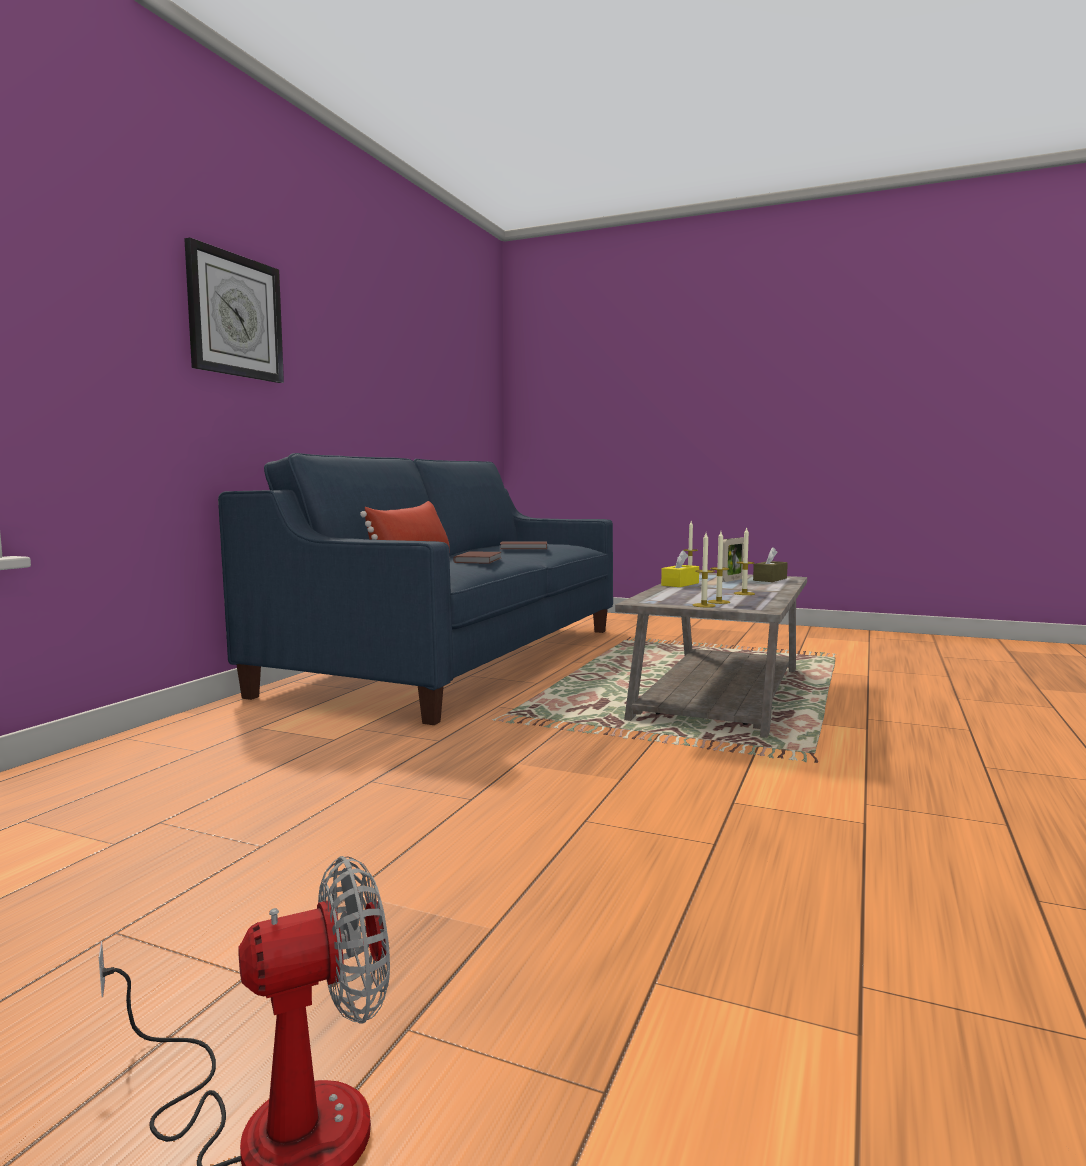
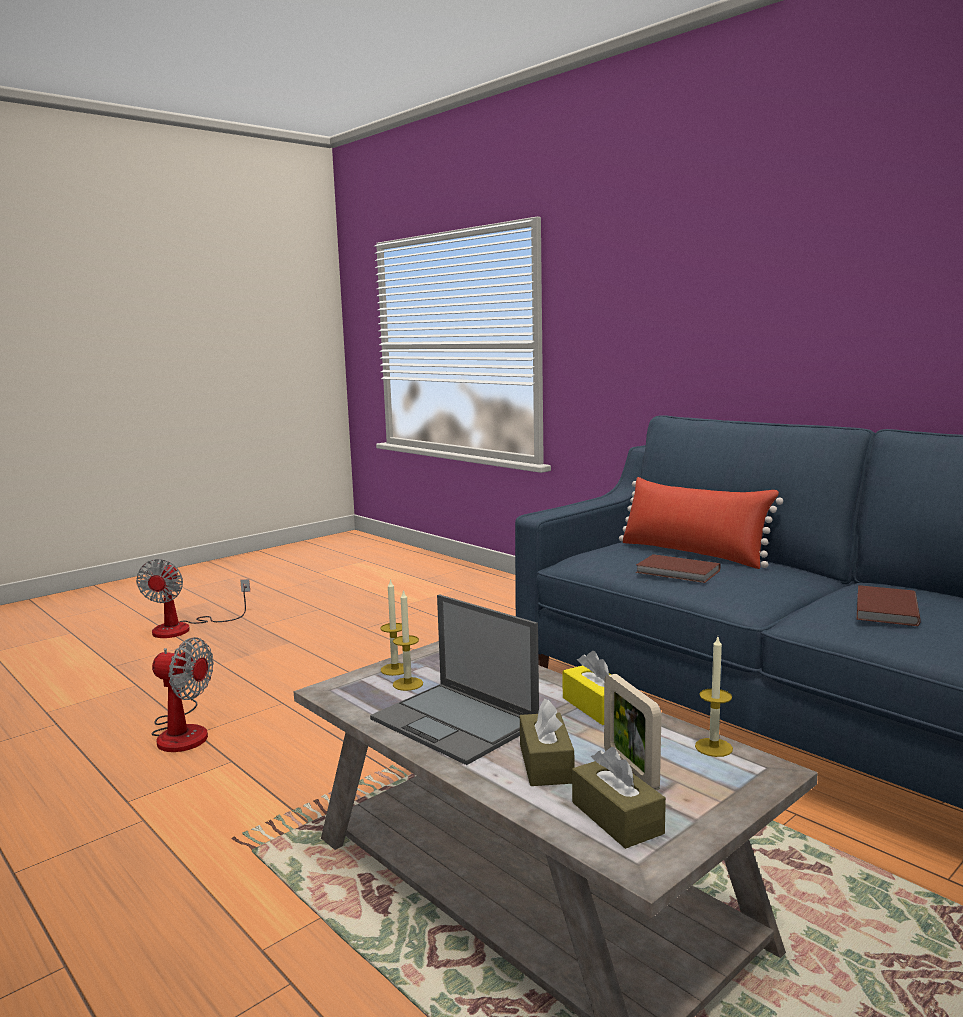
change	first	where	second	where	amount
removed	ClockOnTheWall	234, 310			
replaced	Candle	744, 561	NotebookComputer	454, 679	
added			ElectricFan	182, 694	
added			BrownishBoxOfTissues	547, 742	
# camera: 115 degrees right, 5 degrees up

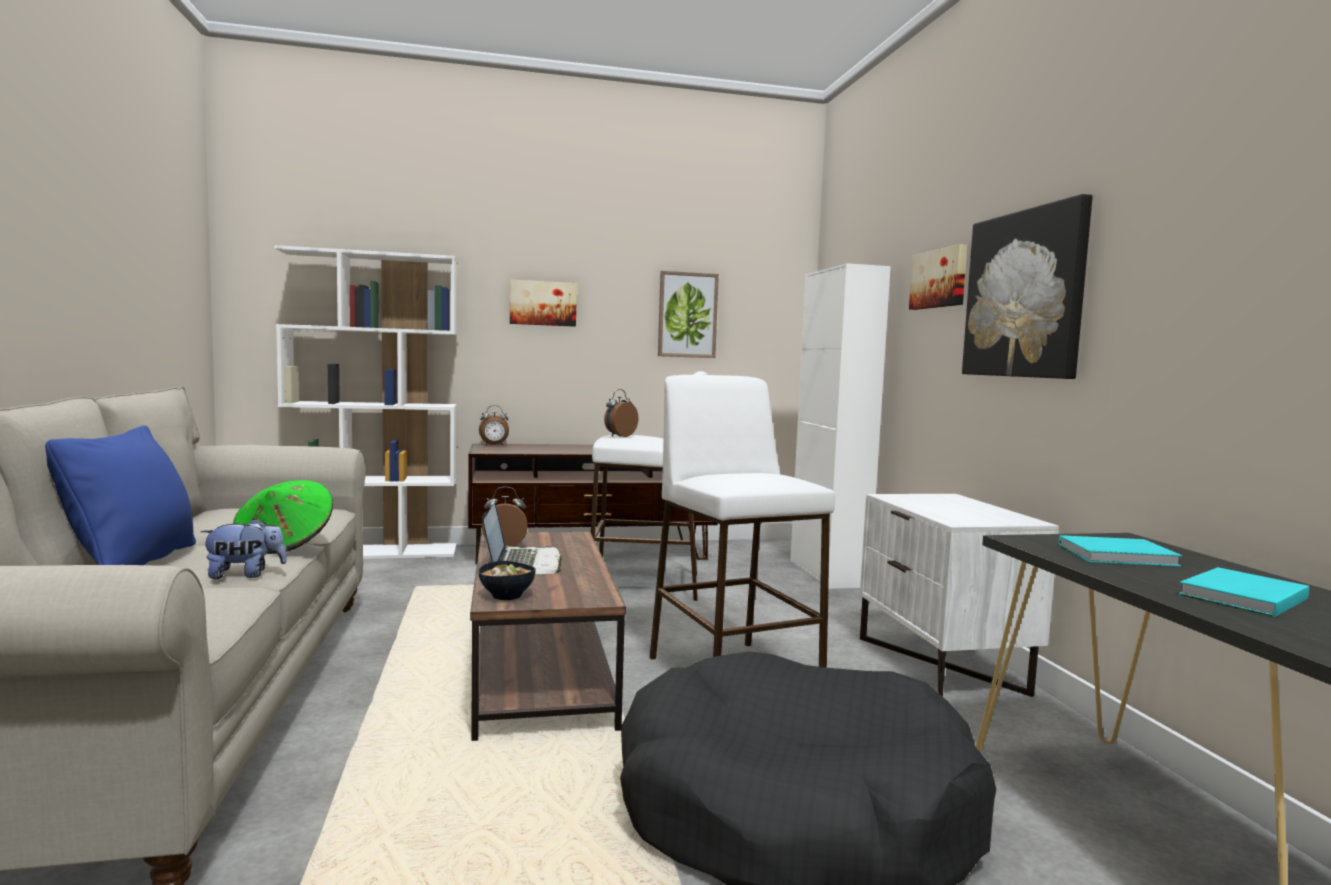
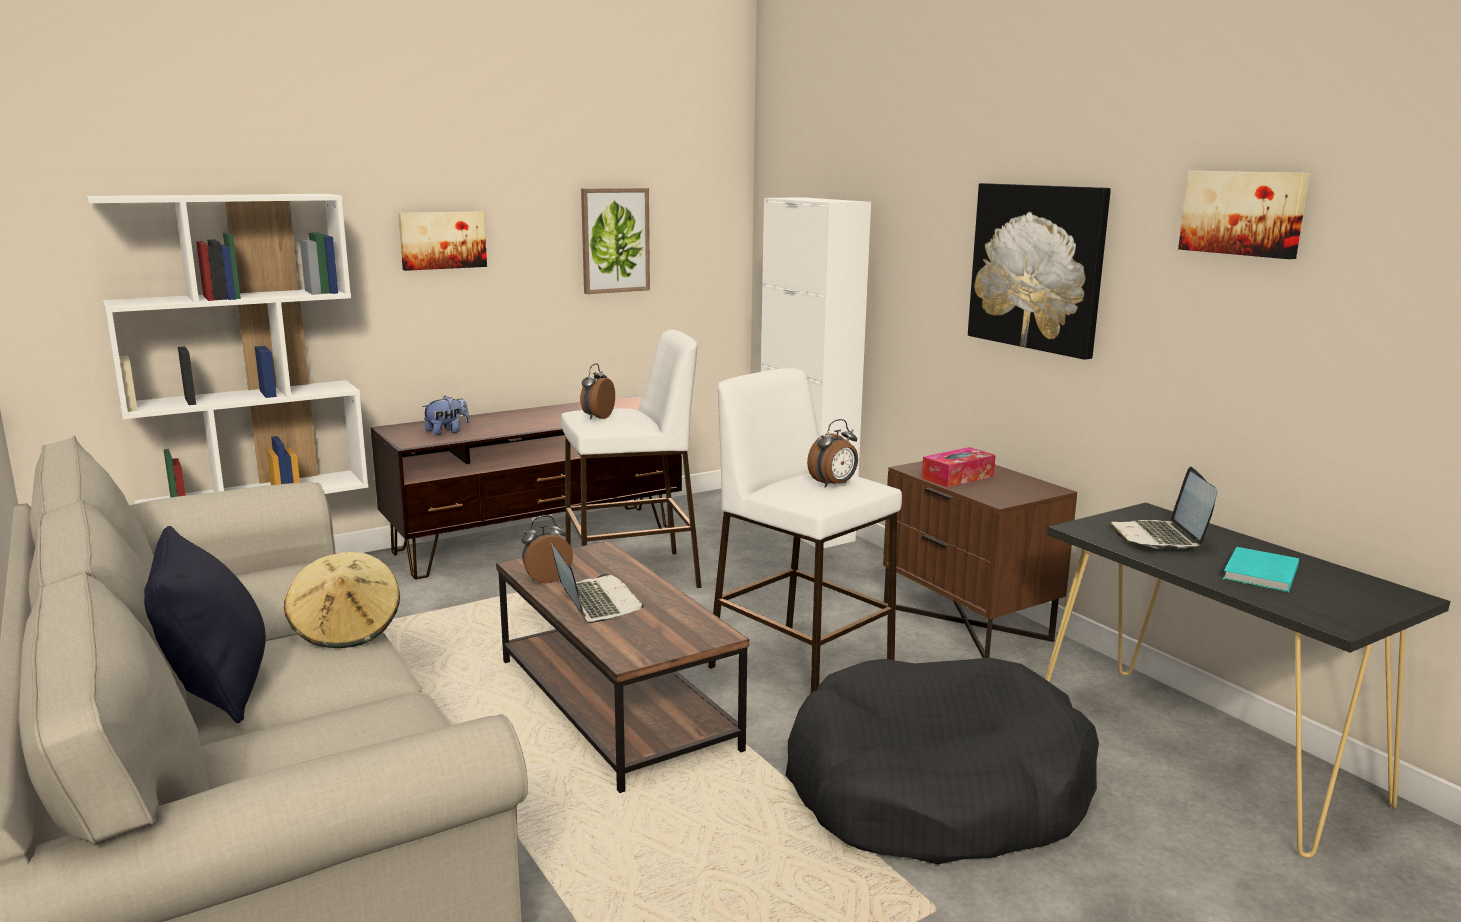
change	first	where	second	where	amount
moved	Picture	938, 277		1244, 215	
moved	BedsideClock	494, 425		832, 453	
recoloured	BlueColouredPillow	120, 495	BlackColouredPillow	205, 624	
recoloured	GreenColouredWearableHat	283, 517	SandColouredWearableHat	342, 600	
recoloured	WhiteColouredNightstand	959, 595	BrownishNightstand	980, 559	
moved	SoftToy	243, 548		446, 415	
replaced	BlueGreenBook	1120, 551	NotebookComputer	1162, 508	
removed	DeepDish	507, 580			
added			BoxOfTissues	959, 467	
# camera: 20 degrees left, 10 degrees up

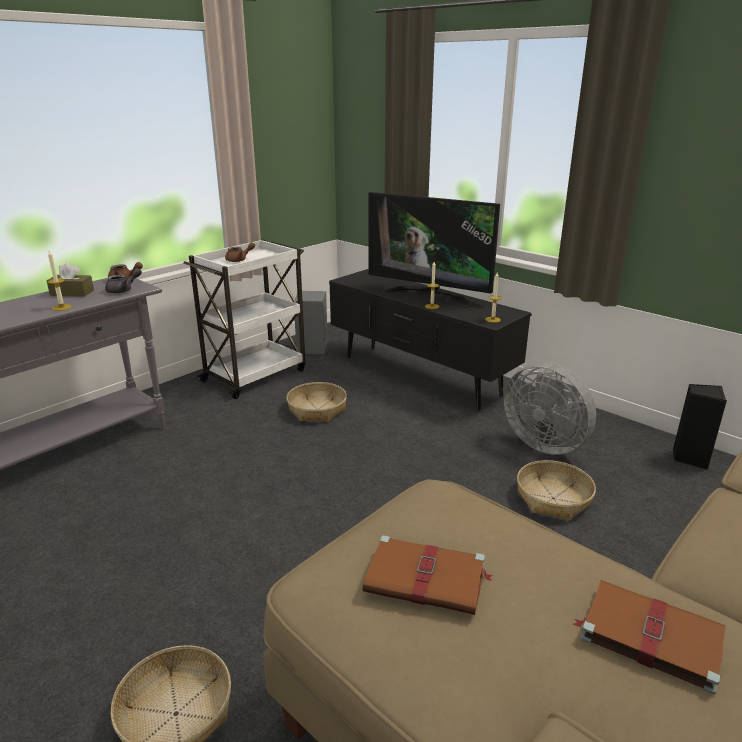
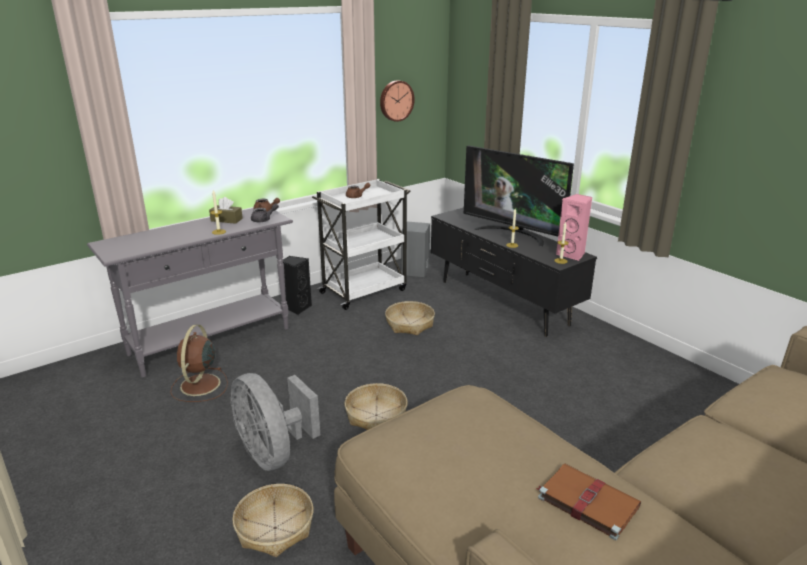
change	first	where	second	where	amount
moved	GreyElectricFan	550, 408		275, 422	
moved	BlackColouredAudioSpeaker	700, 427		297, 285	
moved	StorageBasket	556, 490		376, 406	
removed	BrownishBook	427, 575			
added			ClockOnTheWall	397, 101	
added			PinkishAudioSpeaker	574, 227	
added			BrownishElectricFan	199, 363	
# camera: 10 degrees right, 0 degrees up

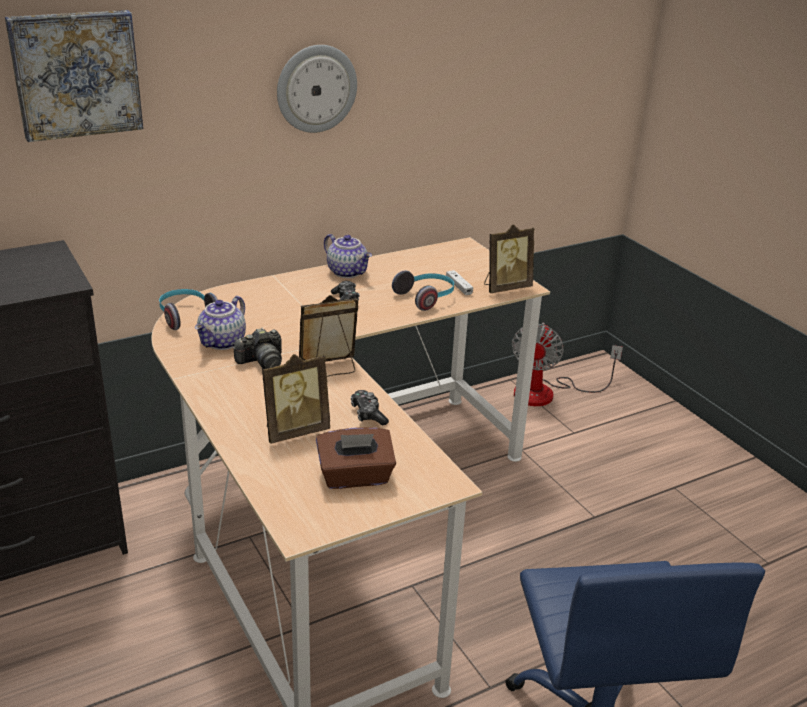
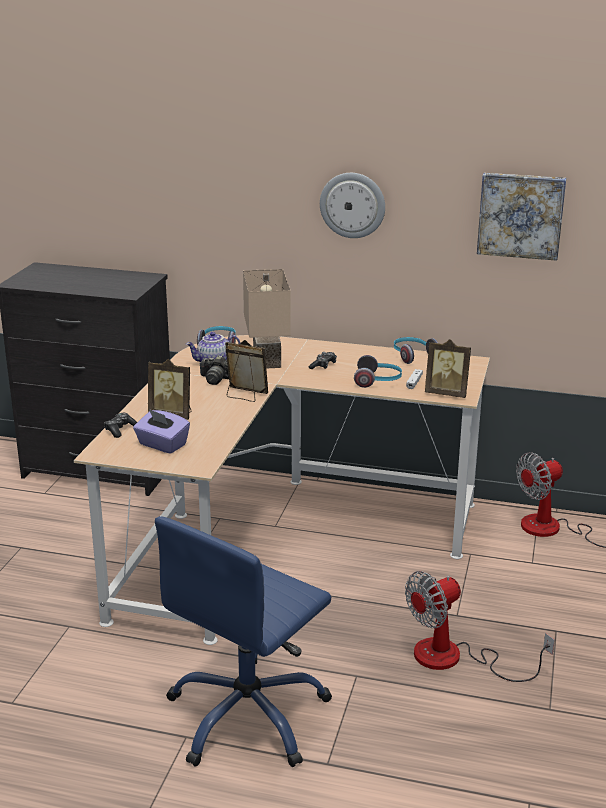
change	first	where	second	where	amount
moved	Picture	74, 76		521, 217	
removed	Teapot	348, 256			
moved	Gamepad	370, 408		120, 425	
recoloured	BrownishBoxOfTissues	356, 458	PurplishBoxOfTissues	161, 431	
added			SandColouredTableLamp	267, 319	
added			Headset	416, 350	
added			ElectricFan	480, 626	
# camera: 45 degrees right, 5 degrees down

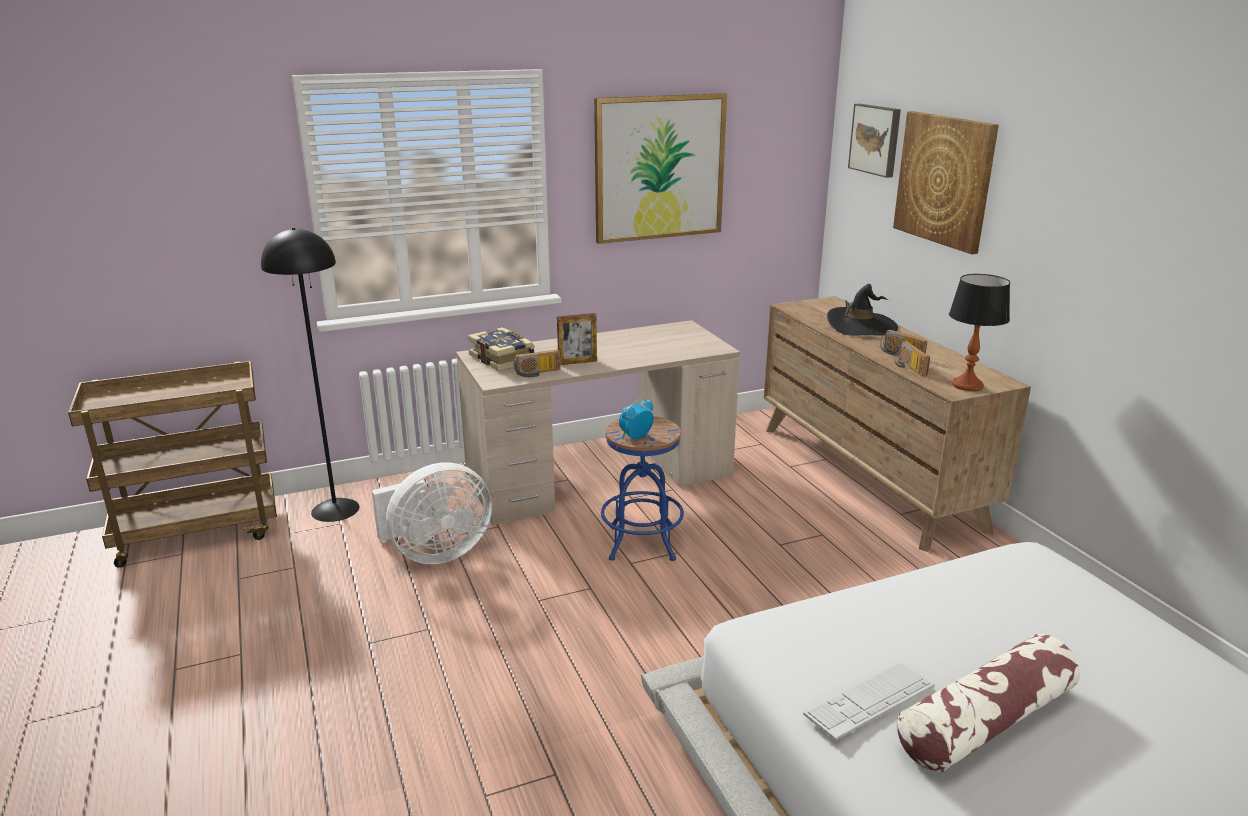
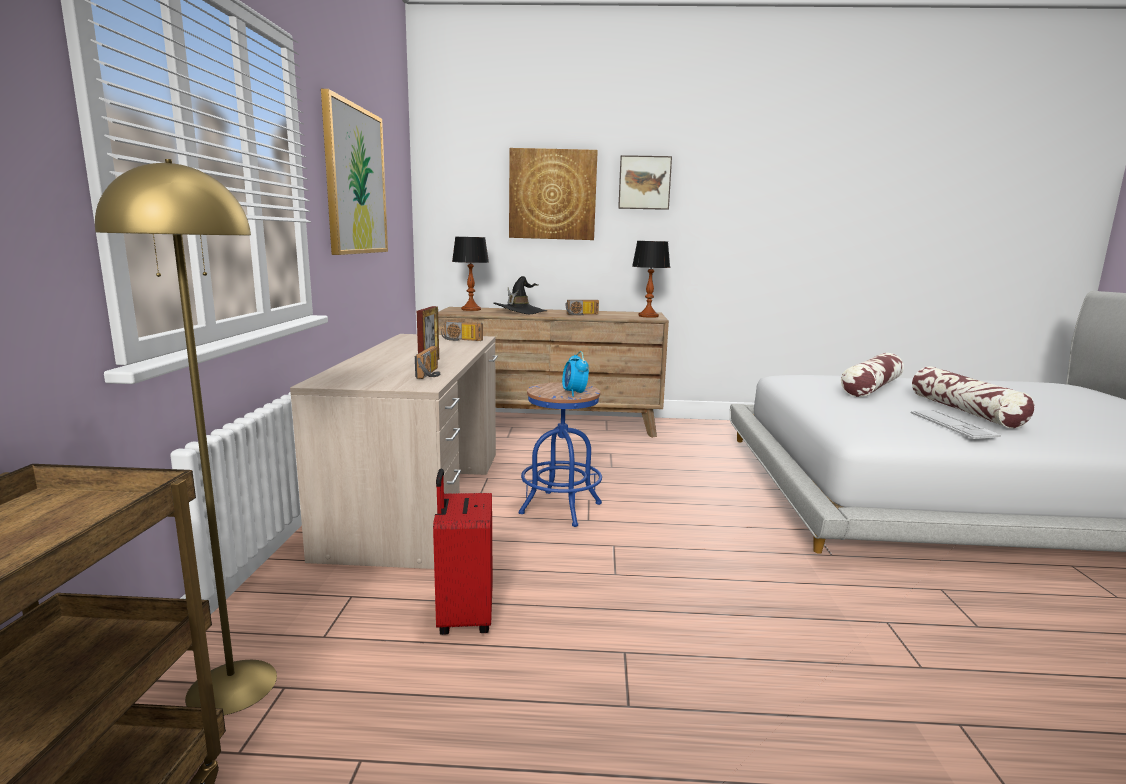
change	first	where	second	where	amount
moved	Picture	874, 141		645, 182	
recoloured	BlackColouredFloorLamp	310, 374	YellowishFloorLamp	186, 437	
removed	Book	501, 349			
moved	Radio	912, 358		462, 331	
replaced	WhiteColouredElectricFan	432, 513	RedColouredSuitcase	463, 551	
added			TableLamp	470, 274	
added			Pillow	872, 375	
# camera: 65 degrees left, 10 degrees down

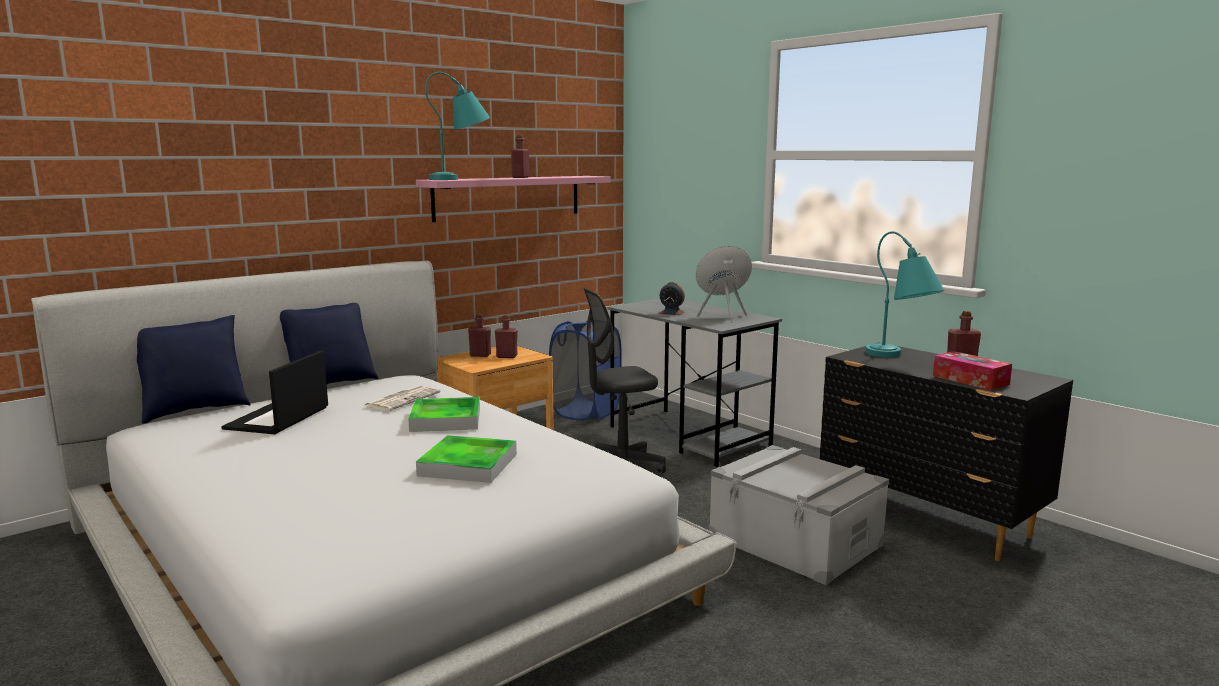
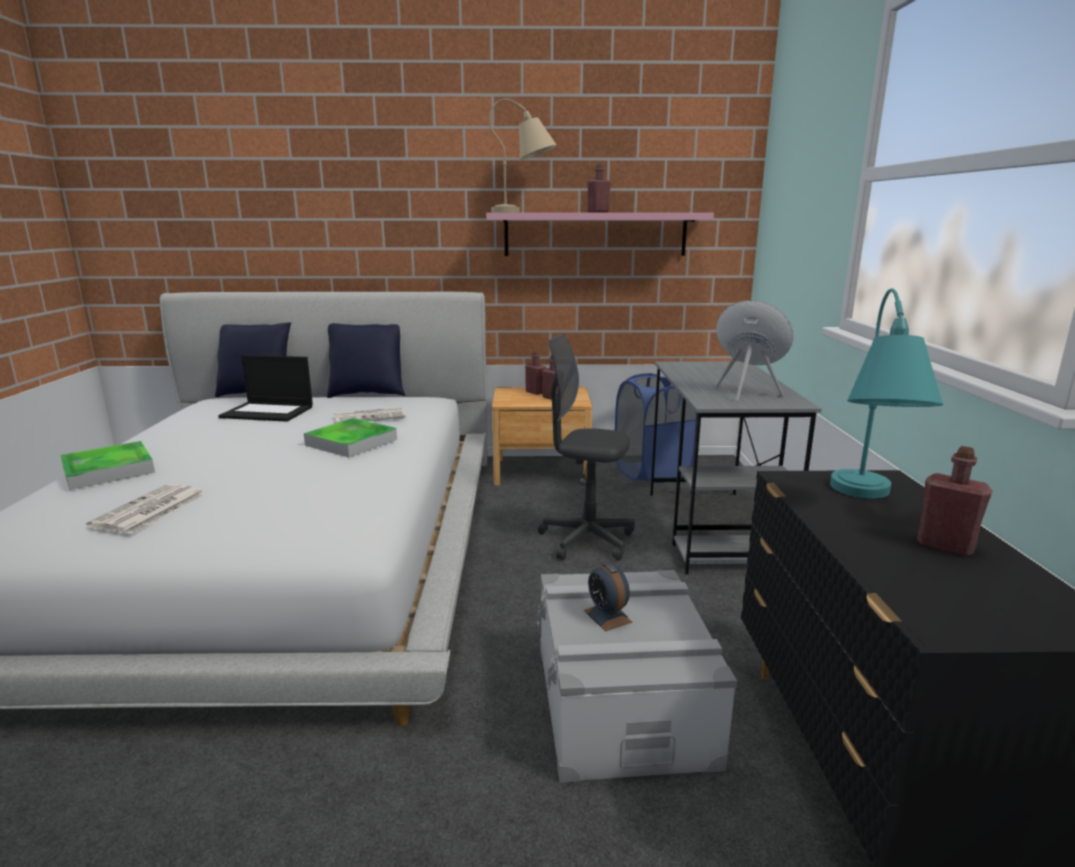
change	first	where	second	where	amount
recoloured	BlueGreenTableLamp	457, 126	SandColouredTableLamp	523, 155	
moved	BedsideClock	672, 298		608, 596	
turned	NotebookComputer	274, 392		265, 388	135 degrees counterclockwise
removed	BoxOfTissues	972, 370			
moved	CarryingTray	466, 459		107, 465	
added			Newspaper	145, 509	
# camera: 40 degrees right, 5 degrees up

